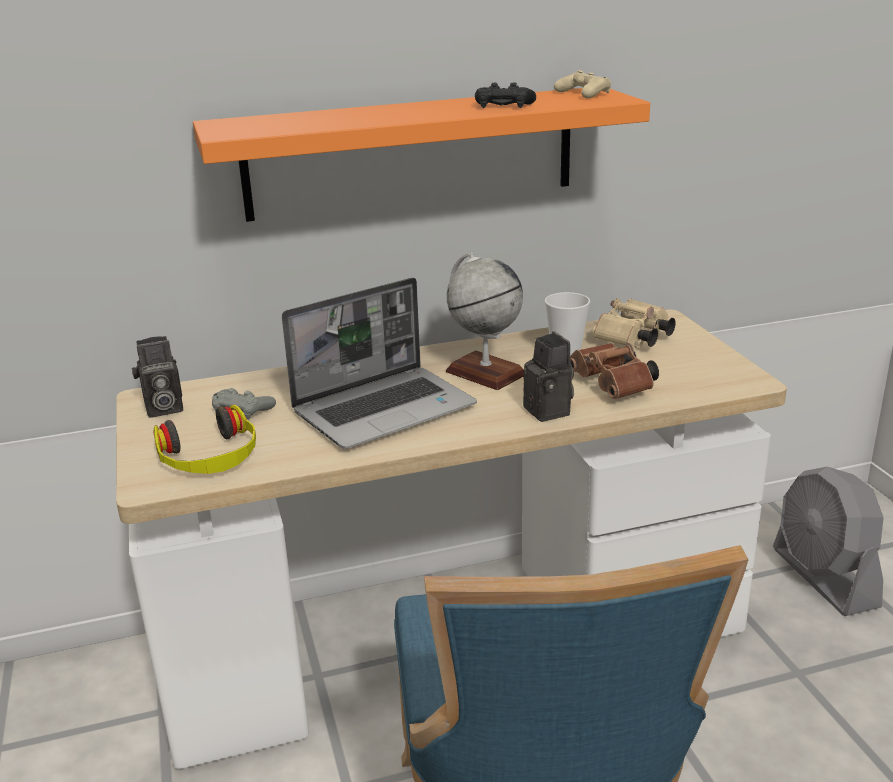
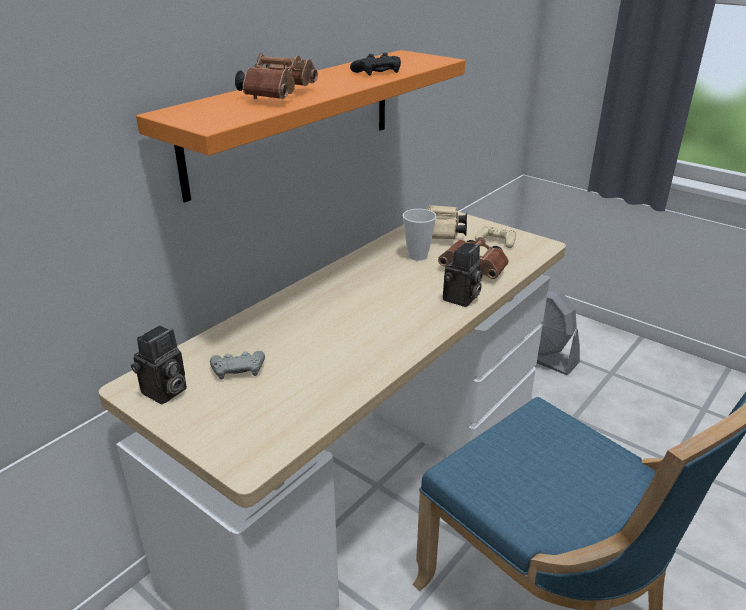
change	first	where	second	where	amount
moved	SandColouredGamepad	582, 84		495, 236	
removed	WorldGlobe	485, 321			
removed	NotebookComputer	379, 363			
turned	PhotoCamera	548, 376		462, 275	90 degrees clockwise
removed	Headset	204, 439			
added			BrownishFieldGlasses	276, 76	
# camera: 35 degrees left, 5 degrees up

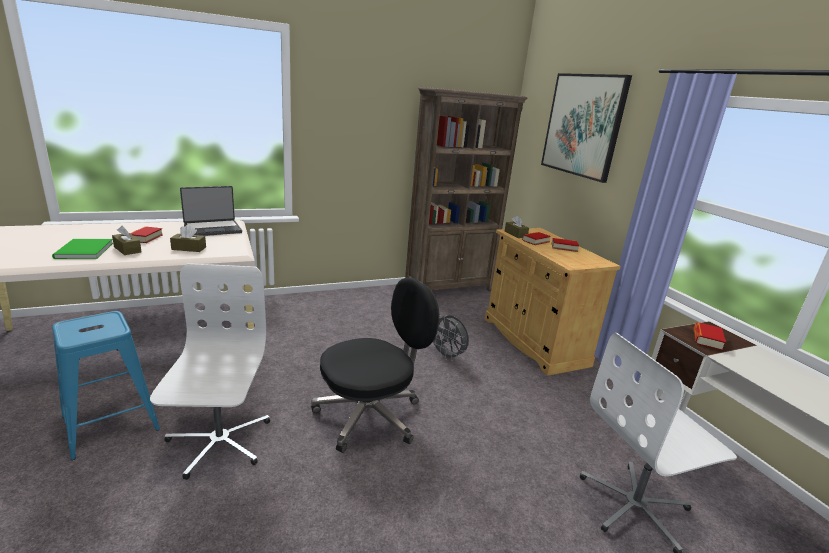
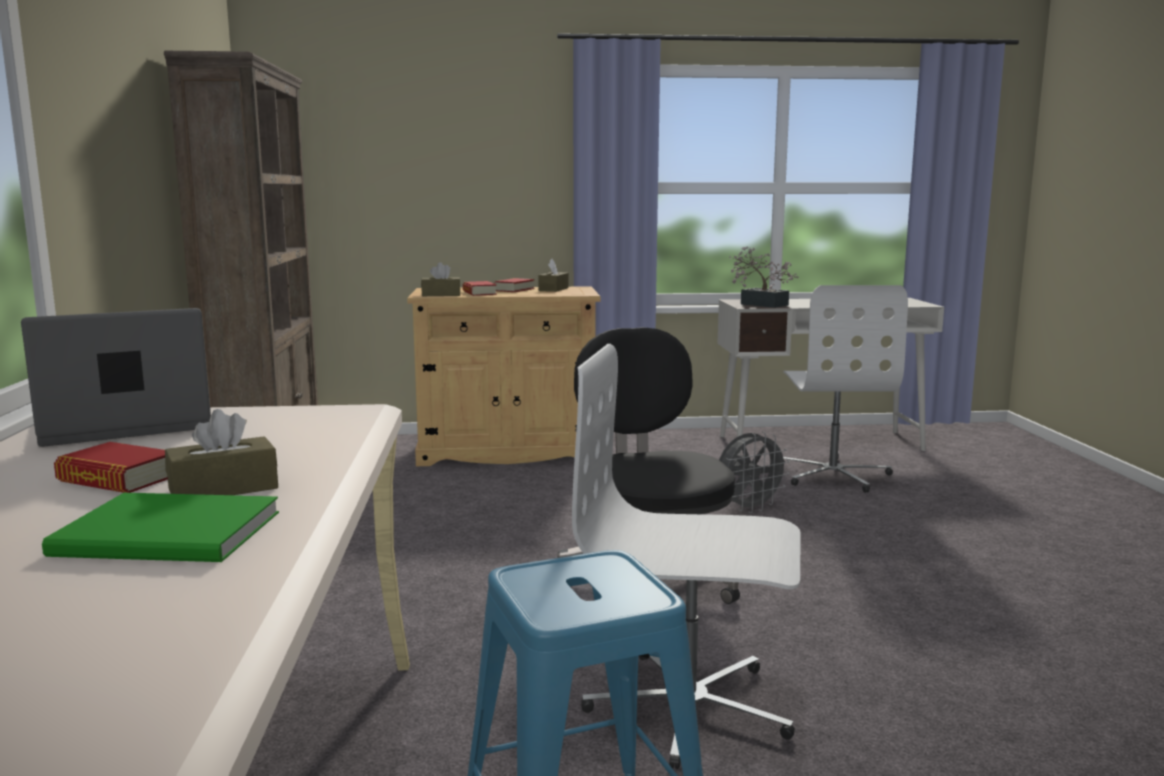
change	first	where	second	where	amount
removed	Picture	586, 128			
turned	NotebookComputer	211, 211		116, 377	105 degrees counterclockwise
moved	BrownishBoxOfTissues	188, 238		553, 275	
moved	GreyElectricFan	451, 338		754, 472	
replaced	Book	709, 336	PottedPlant	763, 277	
# camera: 70 degrees left, 10 degrees down

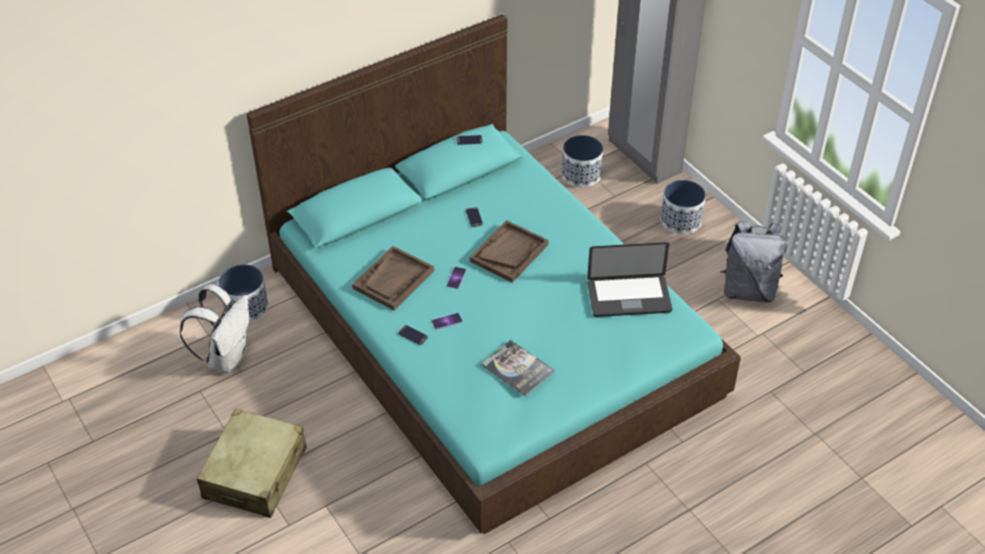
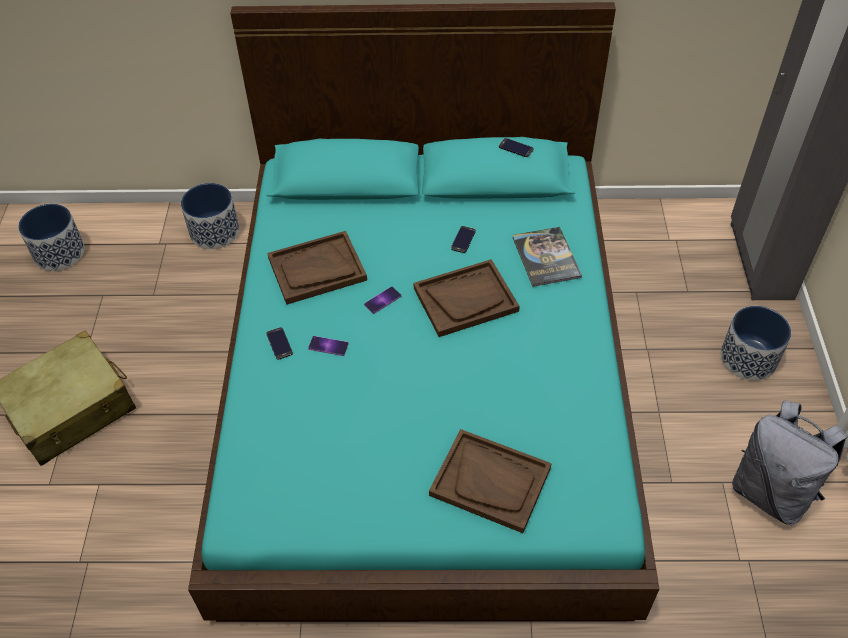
change	first	where	second	where	amount
moved	FlowerPot	582, 161		51, 237	
removed	NotebookComputer	630, 279			
removed	WhiteColouredBackpack	214, 328			
moved	Book	518, 368		547, 257	
added			BrownishCarryingTray	490, 481	
# camera: 35 degrees right, 5 degrees up

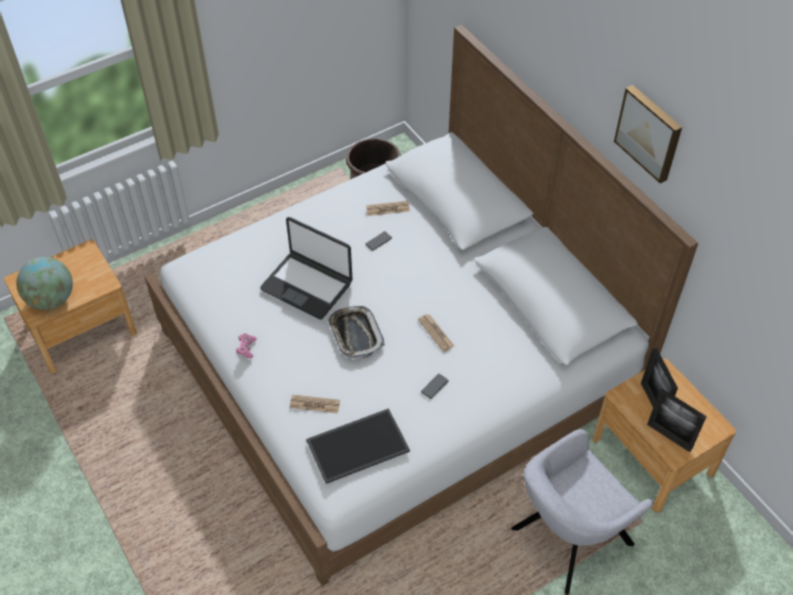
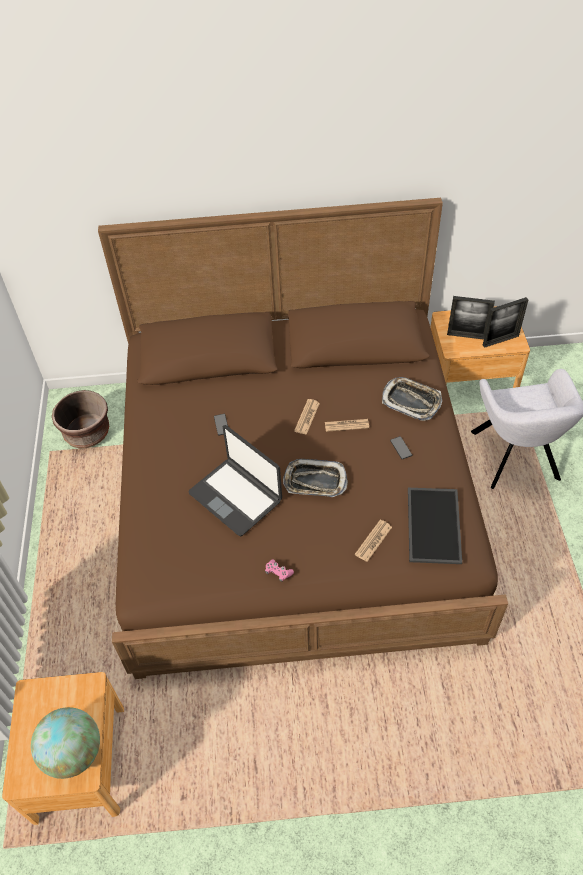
change	first	where	second	where	amount
recoloured	WhiteColouredBedroomBed	421, 305	BrownishBedroomBed	303, 438	
removed	Picture	648, 134			
moved	Newspaper	388, 208		307, 417	
turned	NotebookComputer	306, 268		235, 481	75 degrees clockwise
added			CarryingTray	412, 399	
# camera: 60 degrees left, 0 degrees up

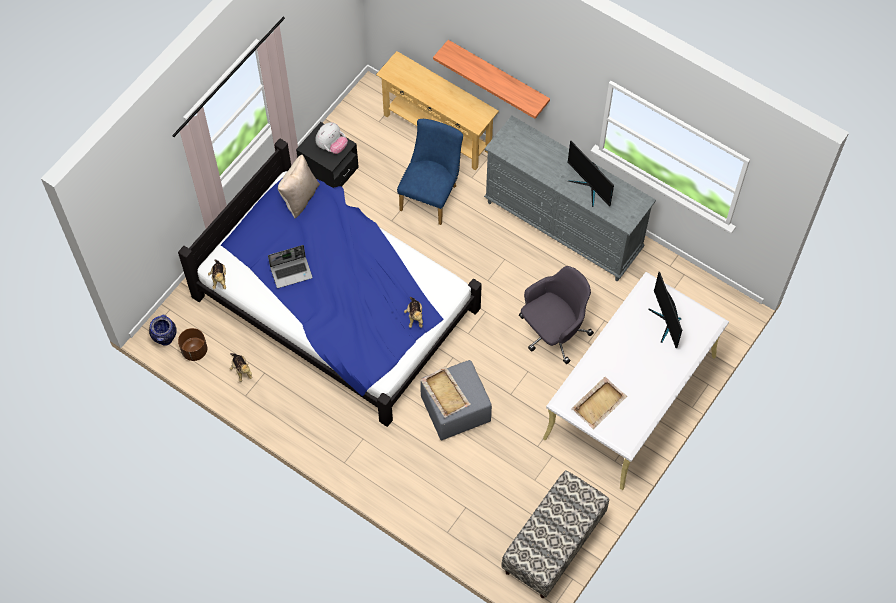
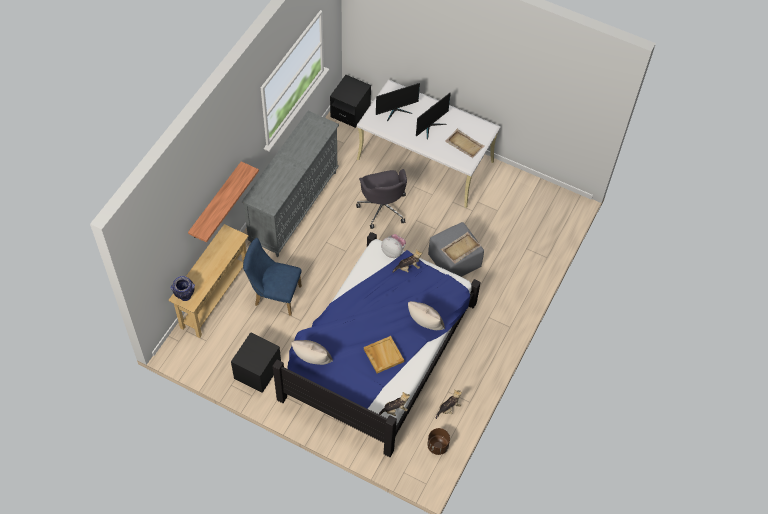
change	first	where	second	where	amount
moved	SoftToy	331, 138		393, 246	
moved	ComputerDisplay	590, 174		433, 116	
replaced	NotebookComputer	290, 266	SandColouredCarryingTray	384, 354	
turned	GreyDeskChair	556, 315		381, 199	150 degrees counterclockwise
moved	DecorativeVase	163, 330		182, 288	
removed	IndoorBench	555, 534			
added			BlackColouredNightstand	350, 101	
added			SandColouredPillow	426, 315	
# camera: 100 degrees left, 5 degrees down

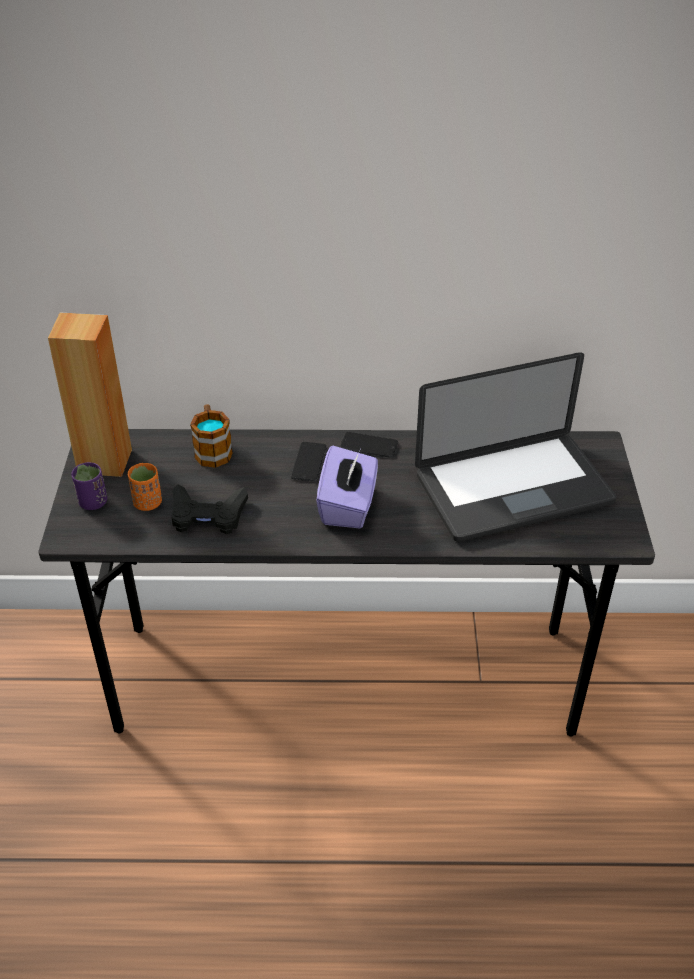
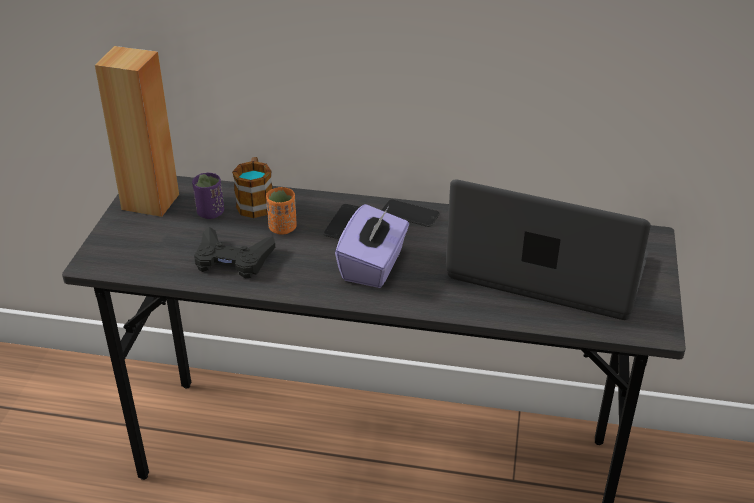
change	first	where	second	where	amount
turned	NotebookComputer	516, 447		548, 249	150 degrees counterclockwise
moved	PurplishCup	89, 486		208, 196	
moved	OrangeCup	145, 487		281, 211	
# camera: 10 degrees right, 5 degrees down

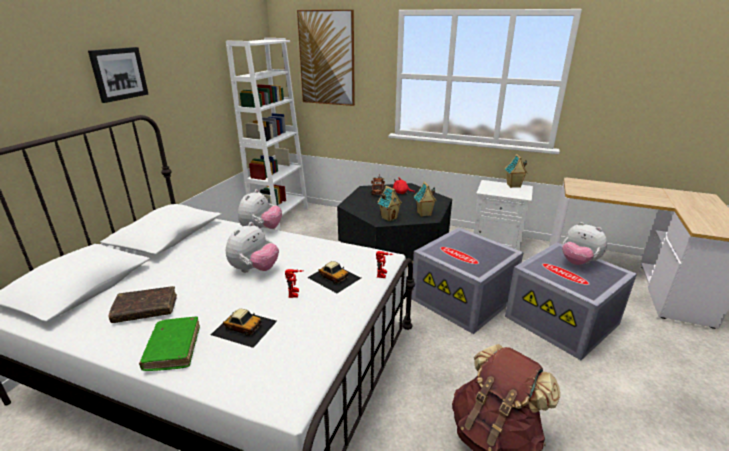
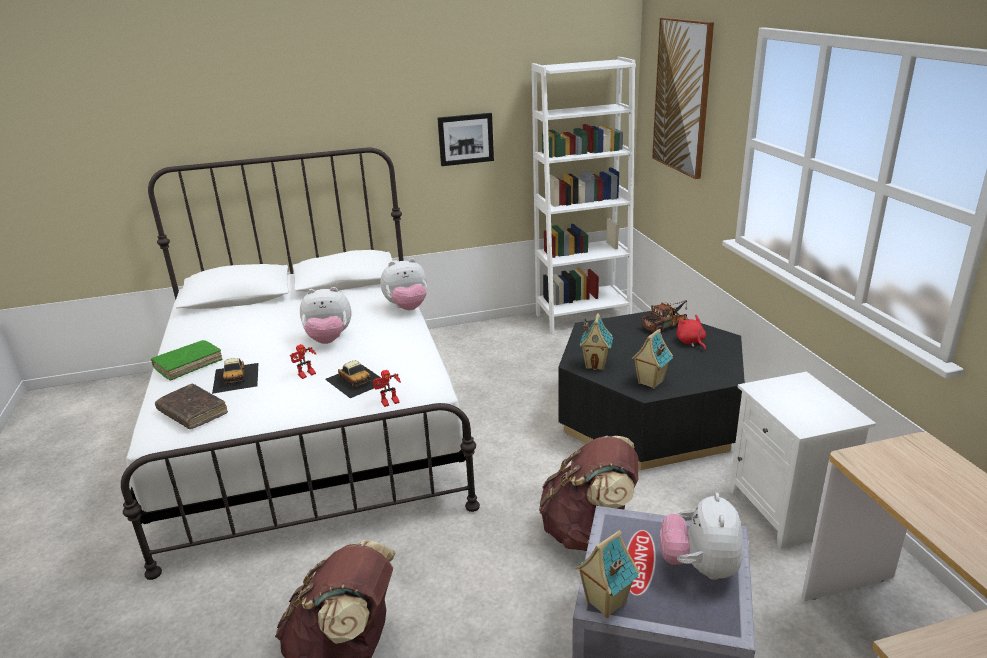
change	first	where	second	where	amount
moved	Picture	118, 75		465, 139	
moved	MiniatureHouse	516, 171		607, 574	
replaced	GreyStorageContainer	467, 280	BrownishBackpack	589, 493	
turned	MiniatureCar	334, 277		353, 379	45 degrees counterclockwise
moved	BrownishBook	142, 304		191, 406	
# camera: 55 degrees right, 0 degrees up

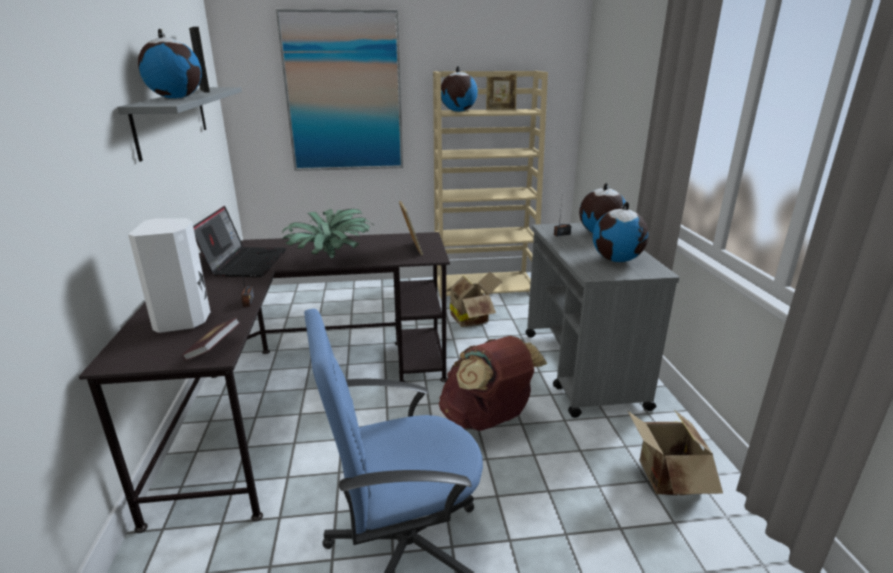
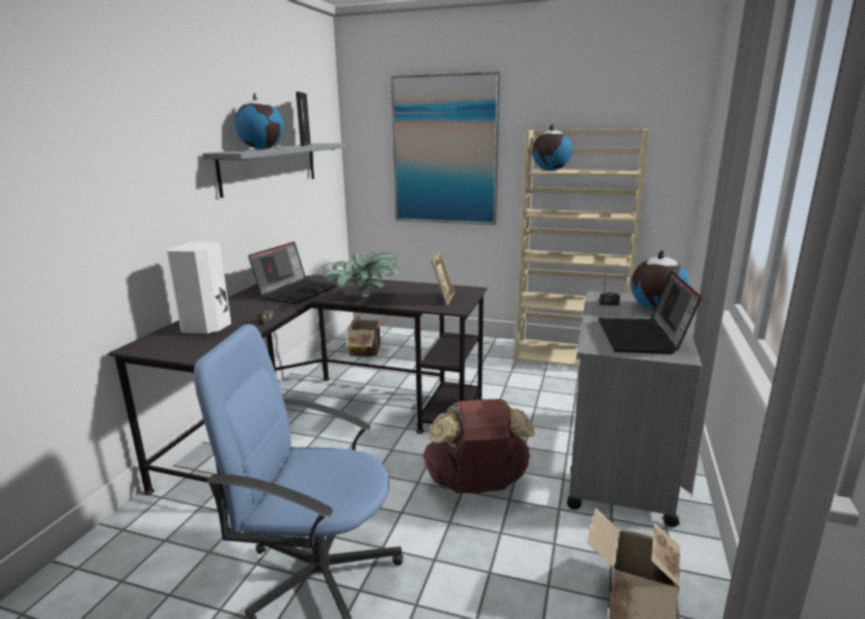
change	first	where	second	where	amount
removed	PictureFrame	501, 91			
replaced	WorldGlobe	621, 232	NotebookComputer	650, 312	
moved	CardboardBox	474, 299		367, 335	
removed	Book	211, 338			
# camera: 25 degrees right, 5 degrees down

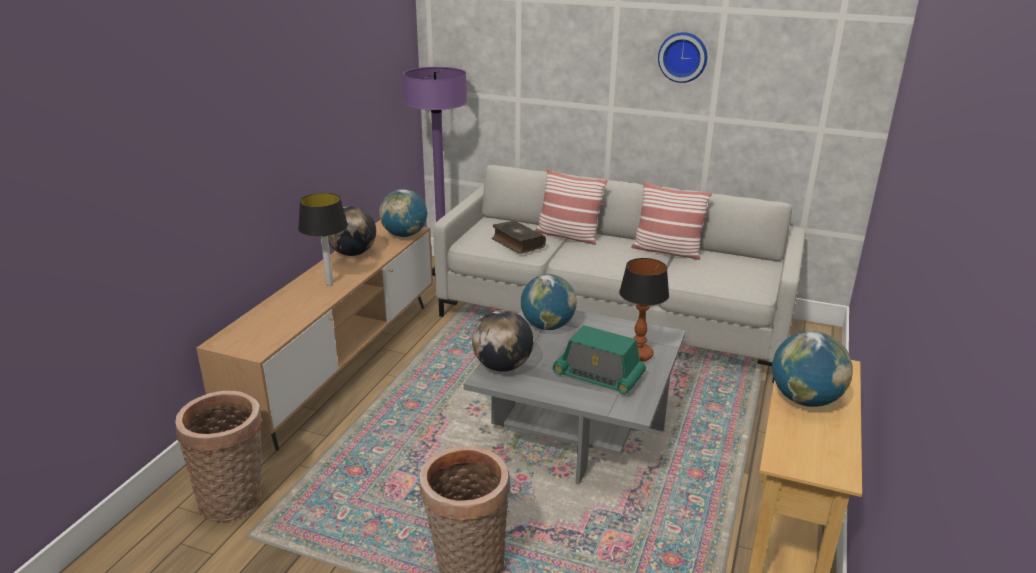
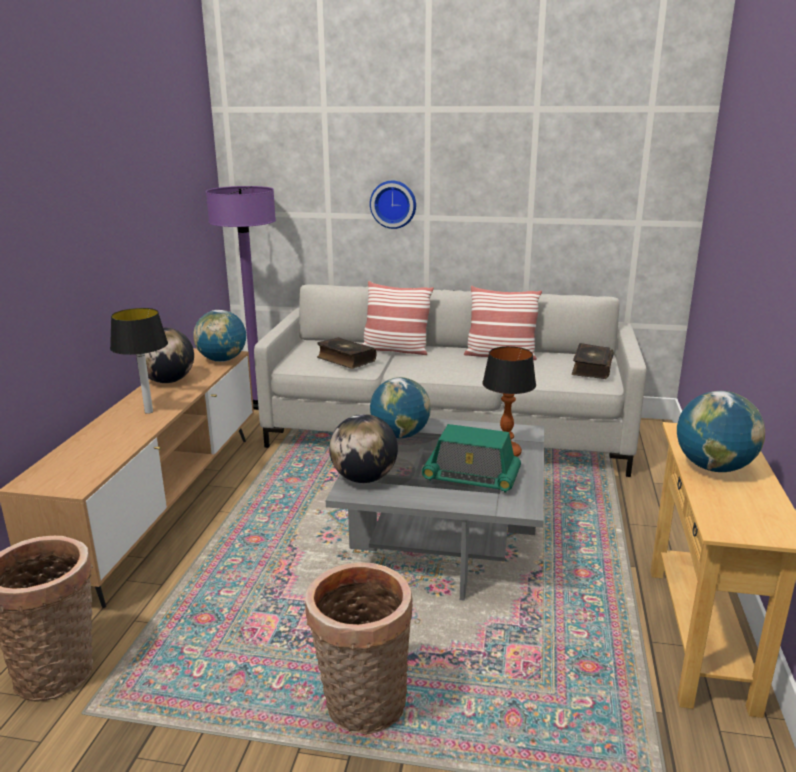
change	first	where	second	where	amount
moved	ClockOnTheWall	682, 57		393, 205	
added			Book	593, 361	
# camera: 10 degrees left, 5 degrees down

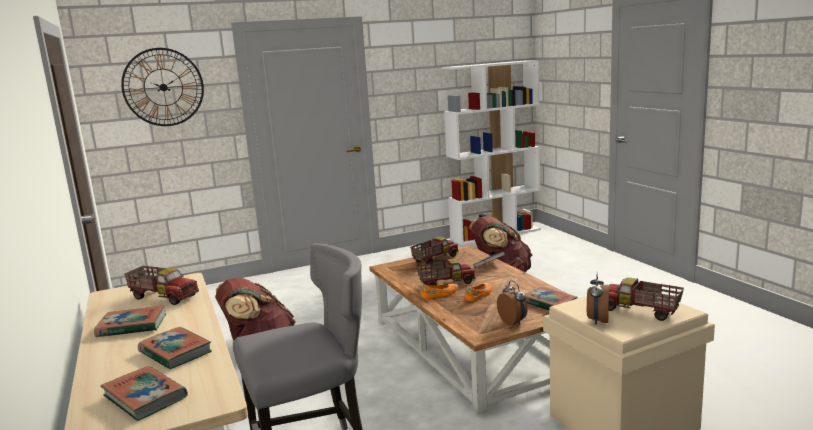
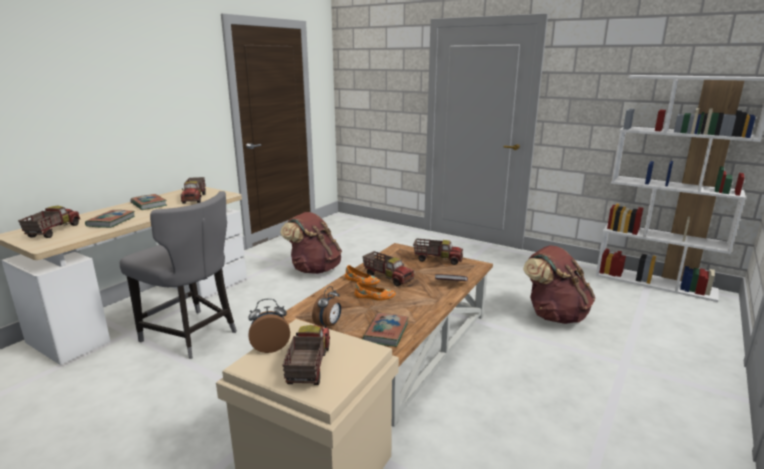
change	first	where	second	where	amount
removed	ClockOnTheWall	162, 87			
replaced	Book	144, 393	ToyTruck	49, 222	
# camera: 55 degrees right, 5 degrees up

